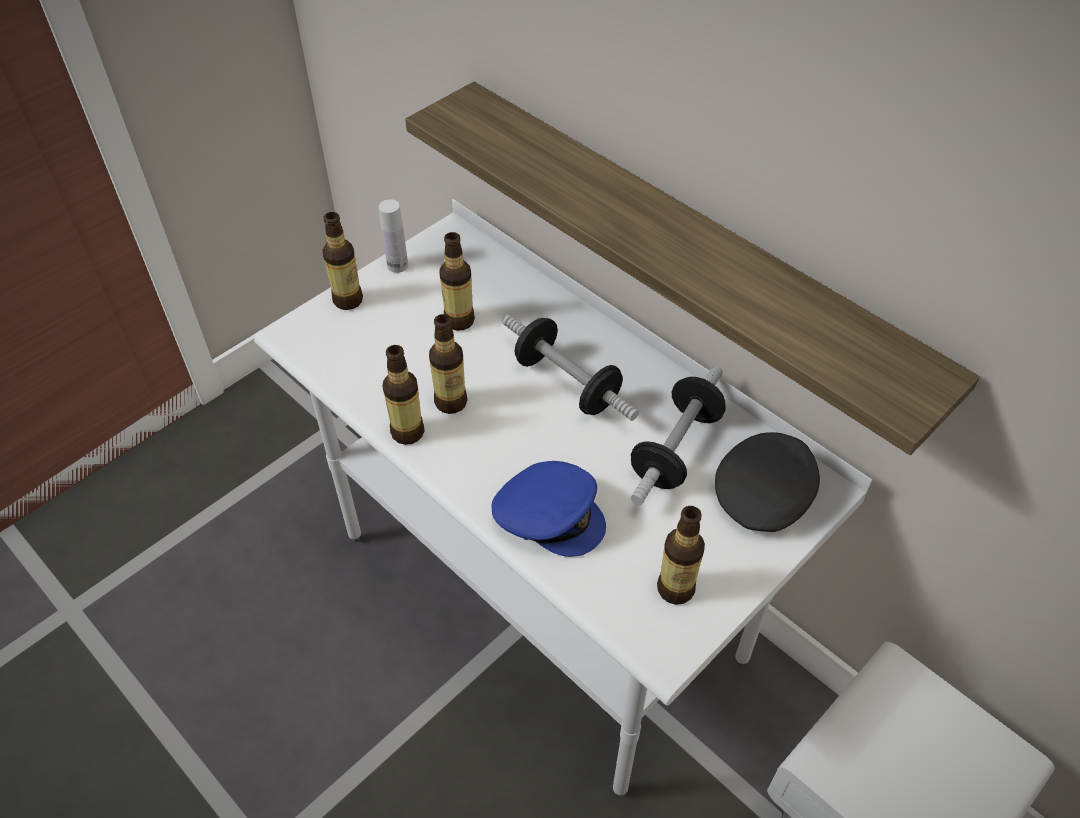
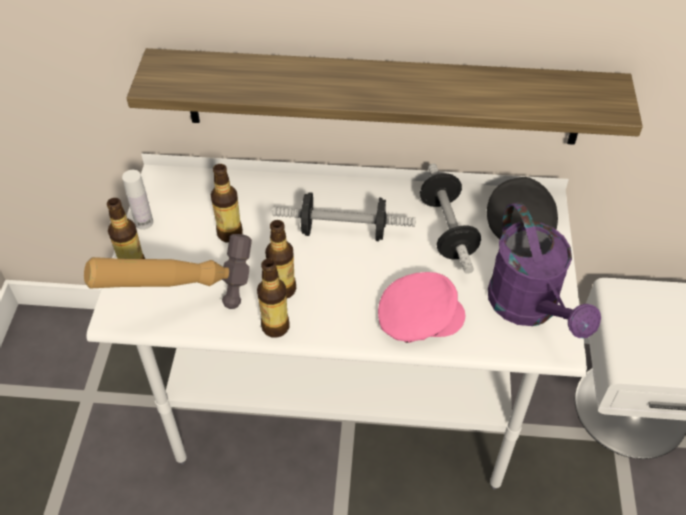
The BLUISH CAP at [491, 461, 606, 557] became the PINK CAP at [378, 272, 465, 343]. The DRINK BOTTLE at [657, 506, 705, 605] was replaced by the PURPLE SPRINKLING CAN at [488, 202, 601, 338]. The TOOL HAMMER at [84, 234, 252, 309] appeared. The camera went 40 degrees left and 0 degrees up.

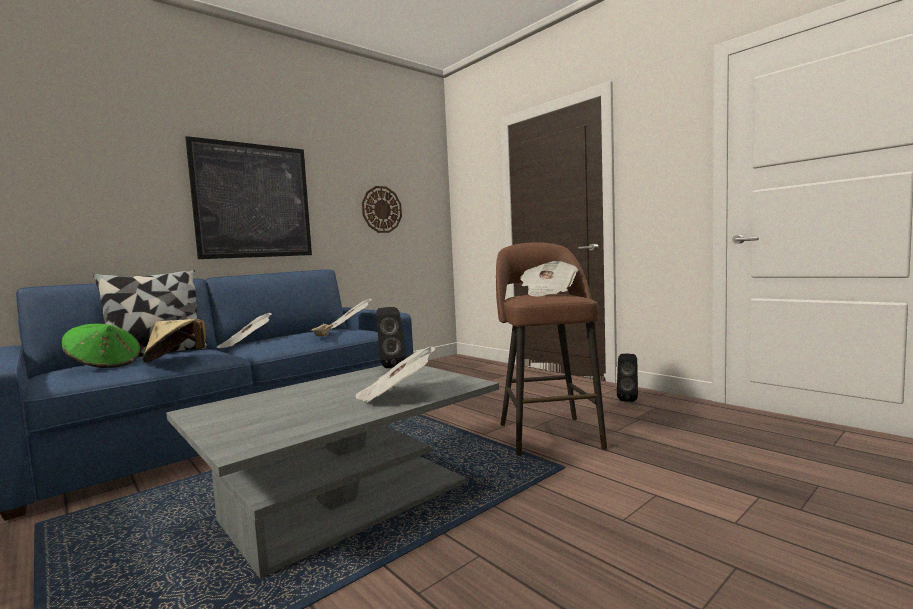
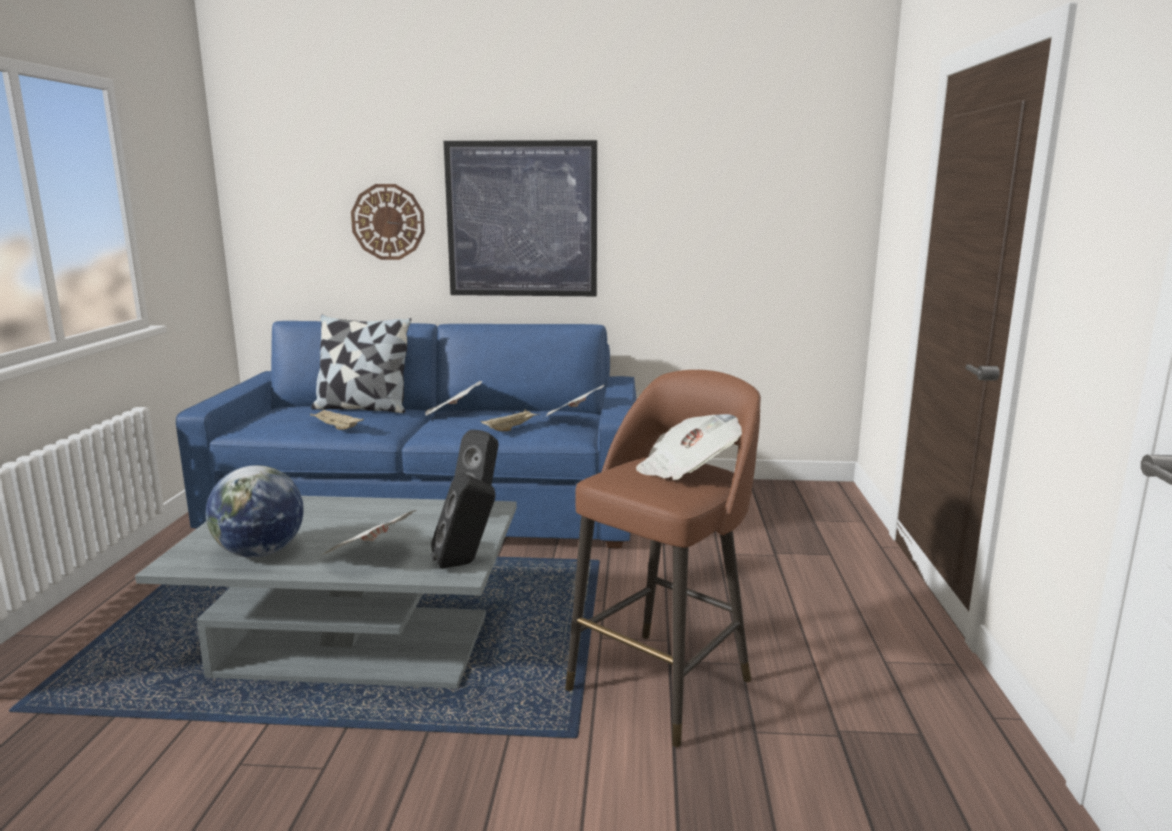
The CLOCK ON THE WALL moved from [362, 186, 402, 233] to [351, 184, 425, 260]. The SAND-COLOURED WEARABLE HAT at [142, 319, 206, 363] was replaced by the SAND-COLOURED TRAY at [310, 409, 364, 430]. The GREEN WEARABLE HAT at [62, 324, 140, 368] disappeared. The BLACK-COLOURED AUDIO SPEAKER moved from [617, 354, 638, 402] to [431, 472, 495, 569]. The DESK GLOBE at [206, 465, 304, 558] appeared. The camera went 45 degrees right and 10 degrees up.

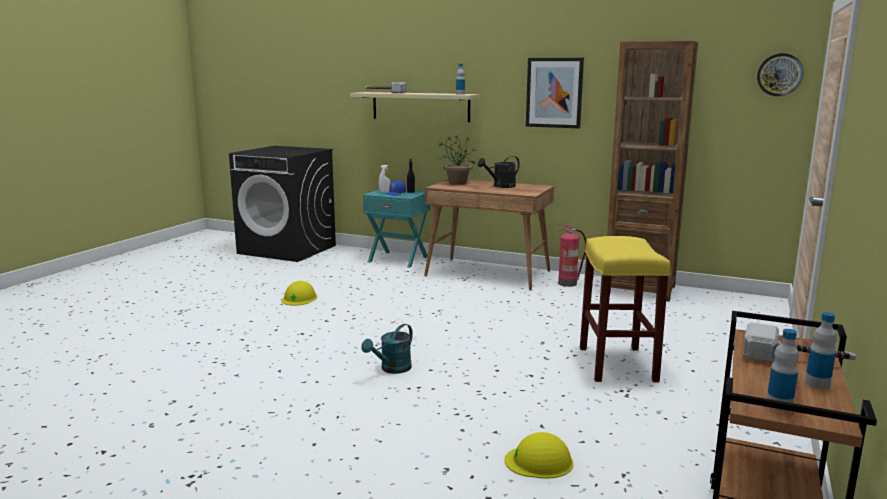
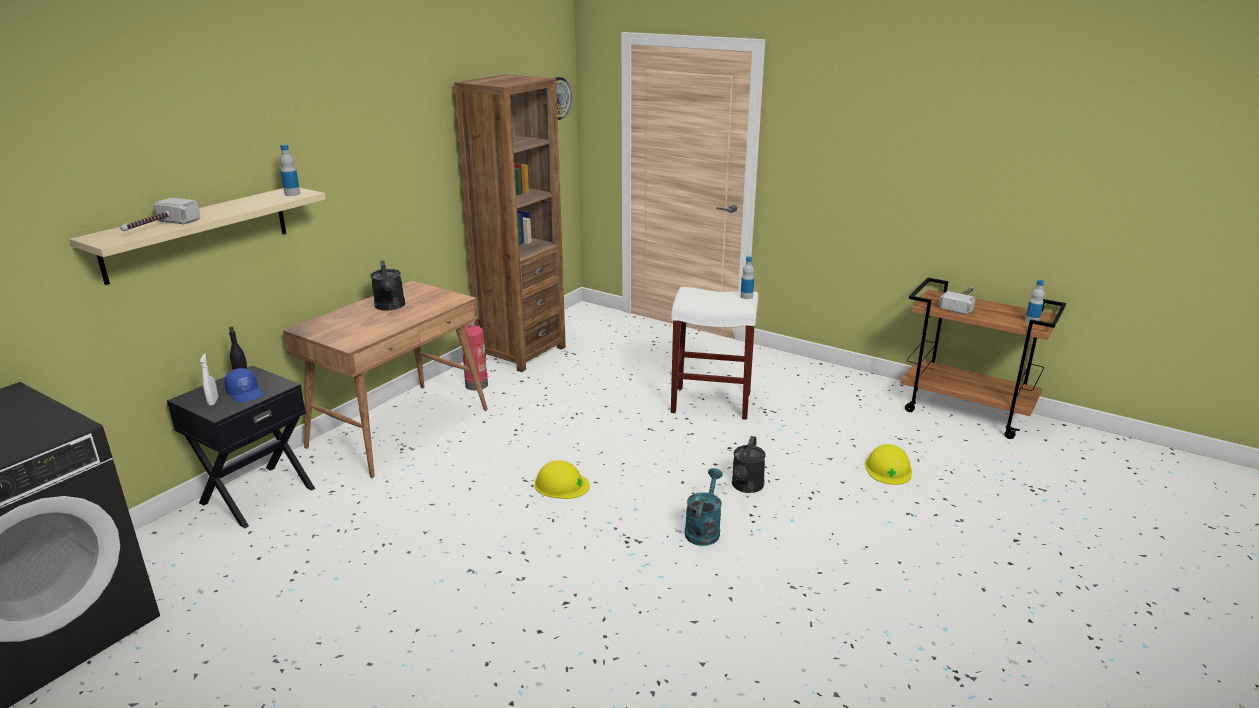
The WALL PICTURE at [526, 58, 584, 129] disappeared. The POTTED PLANT at [439, 136, 477, 185] disappeared. The TURQUOISE NIGHT TABLE at [363, 190, 431, 268] became the BLACK-COLOURED NIGHT TABLE at [167, 366, 315, 528]. The YELLOW STOOL SEAT at [580, 236, 670, 382] became the WHITISH STOOL SEAT at [671, 287, 758, 420]. The YELLOW HARD HAT moved from [281, 281, 317, 306] to [534, 460, 590, 499]. The DRINK BOTTLE moved from [805, 312, 837, 389] to [740, 256, 754, 299]. The TURQUOISE SPRINKLING CAN at [362, 324, 413, 374] turned 120 degrees counterclockwise. The BLACK-COLOURED SPRINKLING CAN at [732, 436, 766, 493] appeared. The camera went 80 degrees left and 10 degrees up.

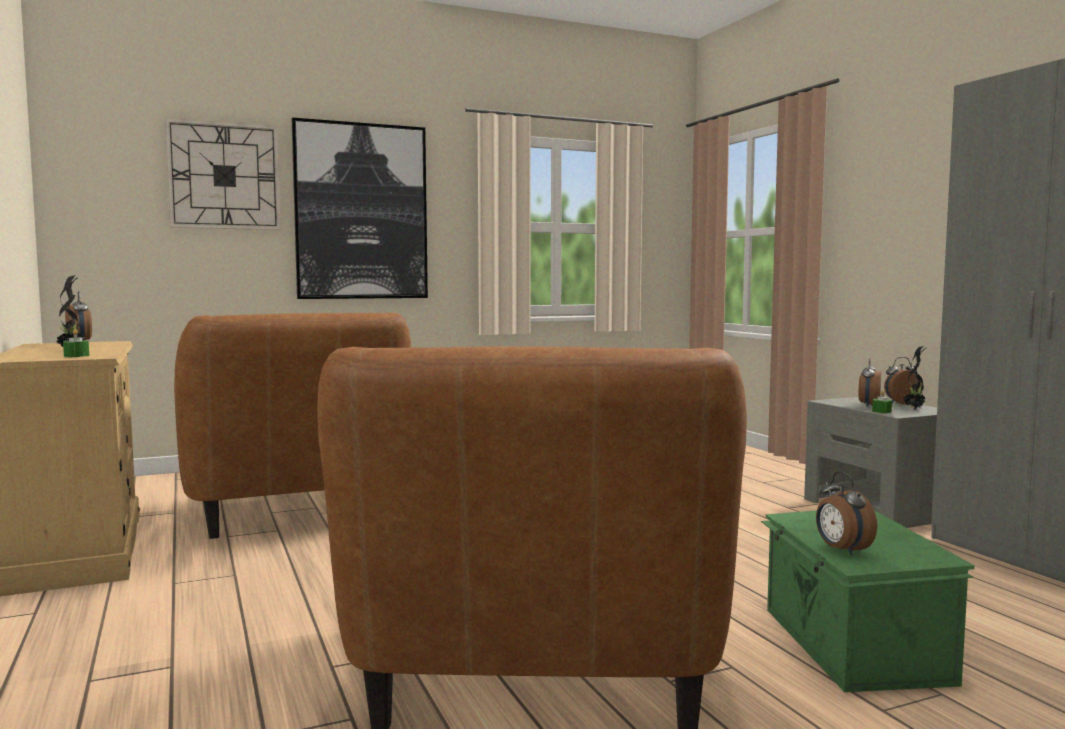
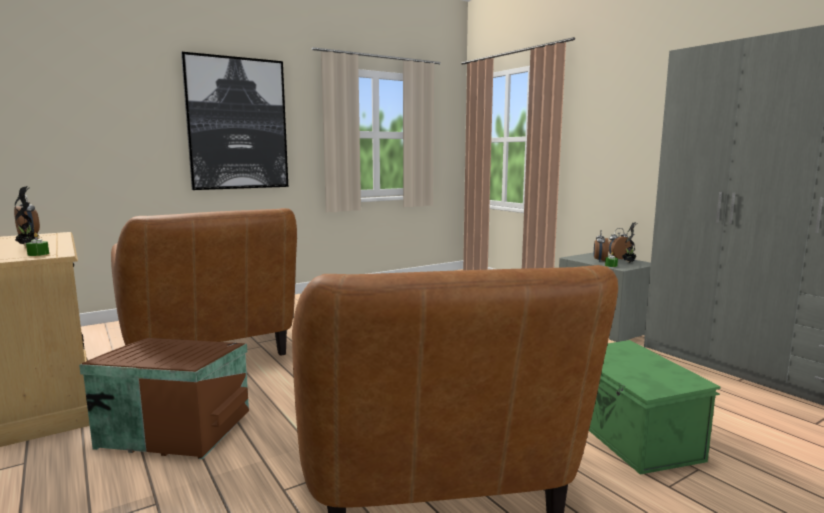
The CLOCK ON THE WALL at [165, 118, 281, 230] disappeared. The TABLE CLOCK at [816, 471, 877, 556] disappeared. The BROWNISH STORAGE BOX at [79, 338, 249, 459] appeared. The camera went 10 degrees left and 5 degrees up.

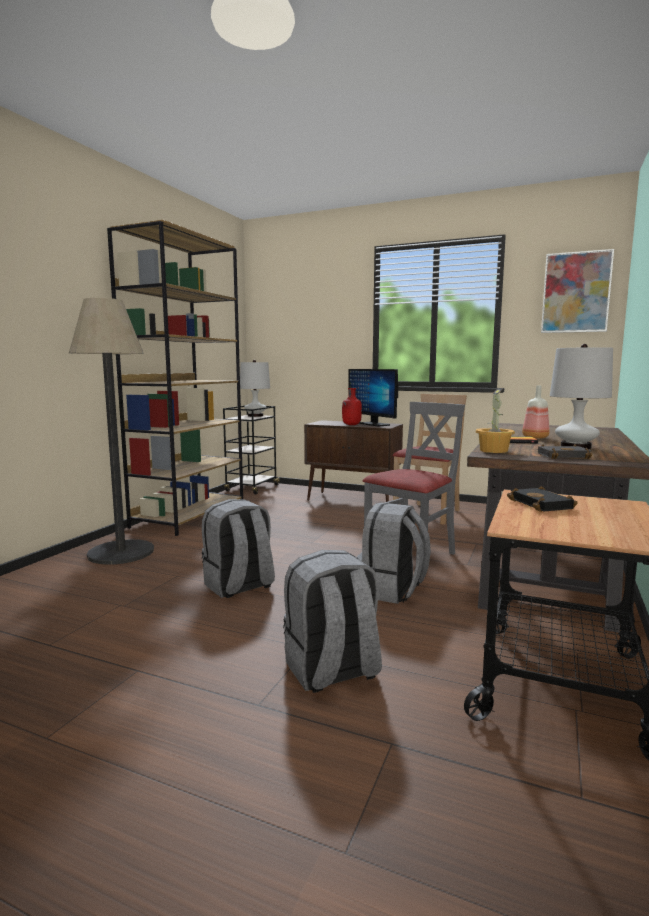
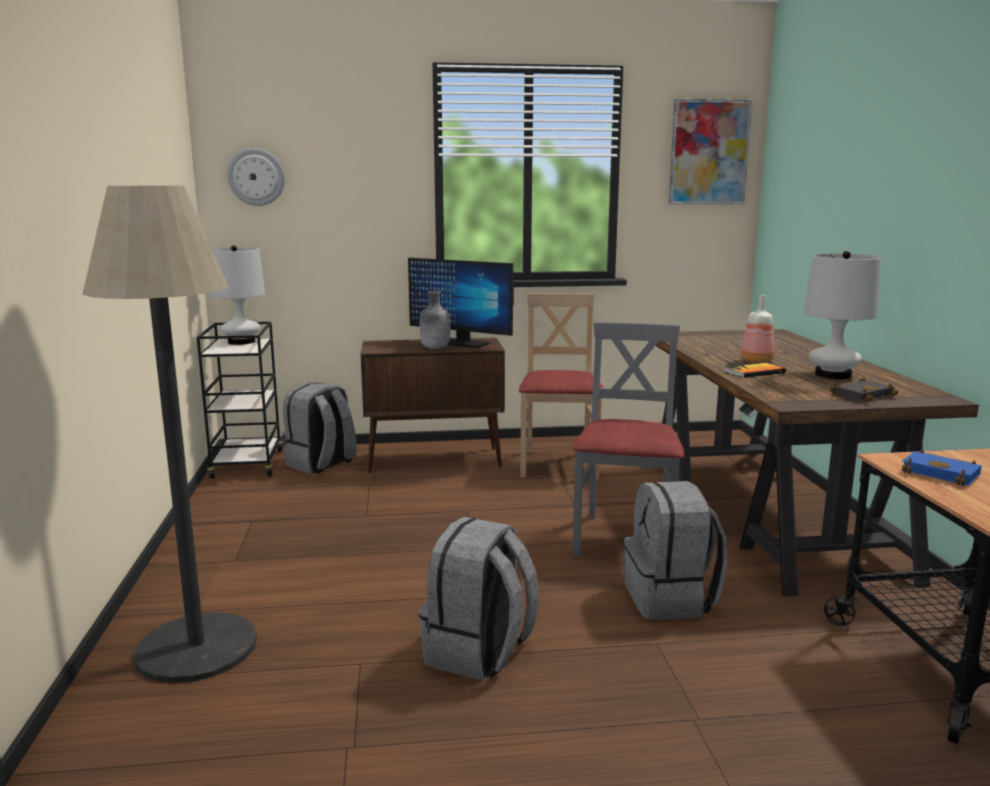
The BROWNISH BOOKCASE at [107, 220, 243, 536] disappeared. The RED-COLOURED DRINK BOTTLE at [342, 388, 362, 425] became the GRAY DRINK BOTTLE at [420, 291, 450, 349]. The POTTED PLANT at [476, 389, 515, 453] disappeared. The BLACK-COLOURED BOUND BOOK at [507, 486, 578, 512] became the BLUISH BOUND BOOK at [901, 449, 982, 486]. The GRAY RUCKSACK moved from [283, 550, 382, 693] to [282, 382, 357, 474]. The CLOCK ON THE WALL at [227, 148, 285, 206] appeared. The camera went 30 degrees left and 5 degrees up.

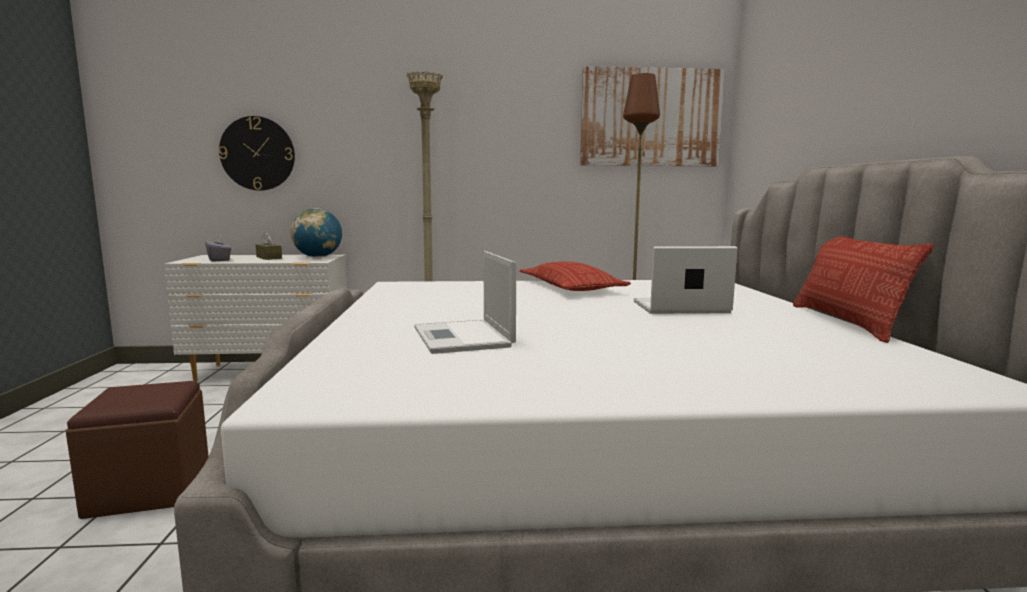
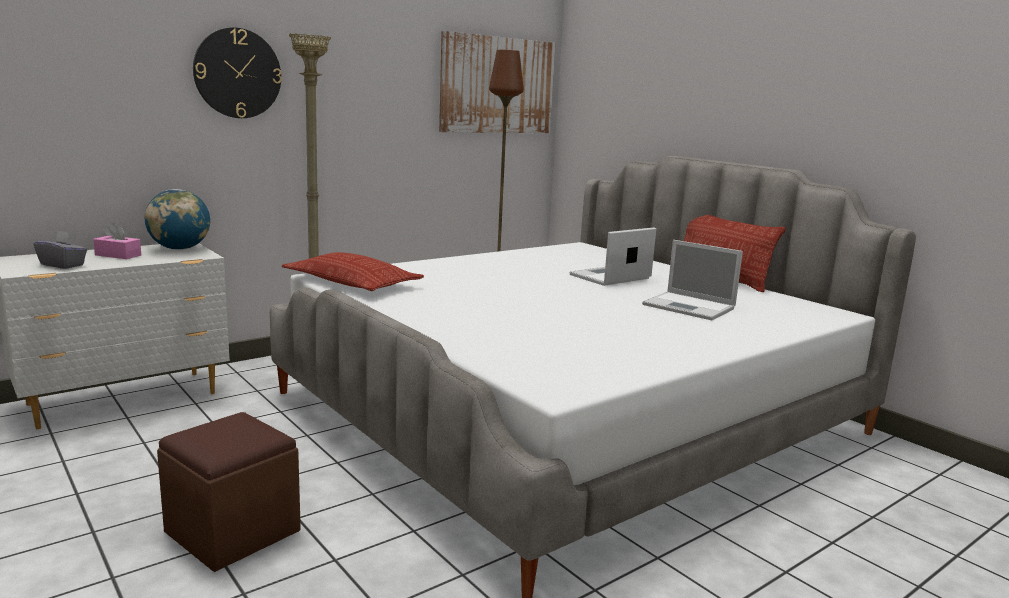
The CLOCK ON THE WALL moved from [218, 116, 295, 191] to [193, 27, 282, 118]. The BROWNISH BOX OF TISSUES at [256, 232, 282, 260] became the PINK BOX OF TISSUES at [93, 223, 141, 259]. The NOTEBOOK COMPUTER moved from [414, 251, 516, 354] to [642, 240, 743, 320]. The PILLOW moved from [520, 261, 631, 291] to [282, 252, 424, 291]. The camera went 35 degrees left and 5 degrees up.

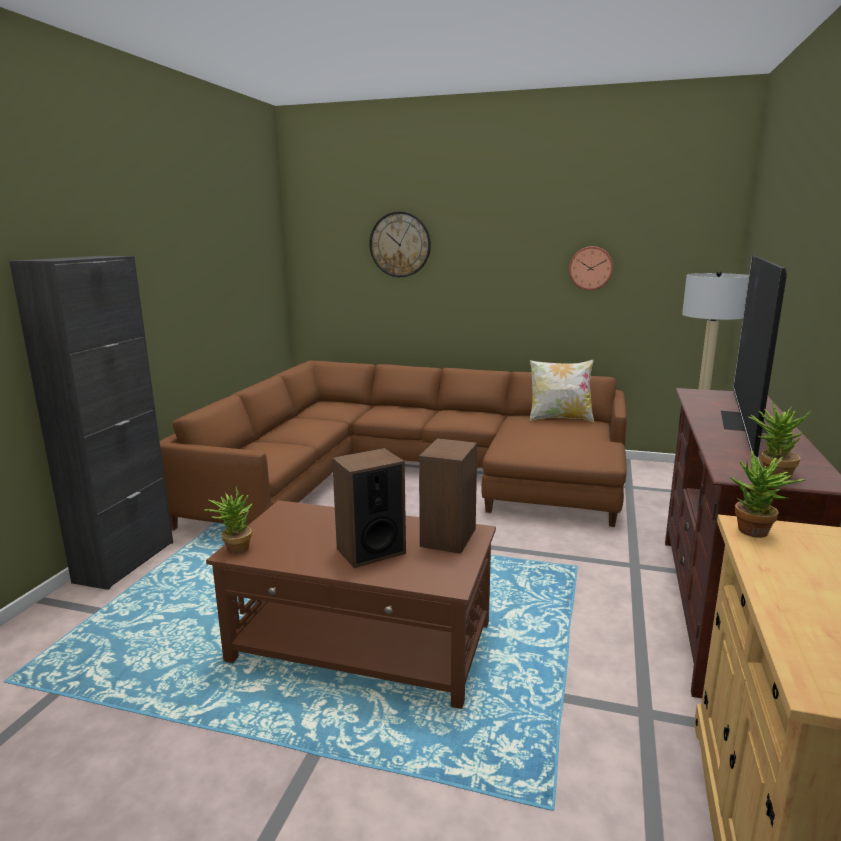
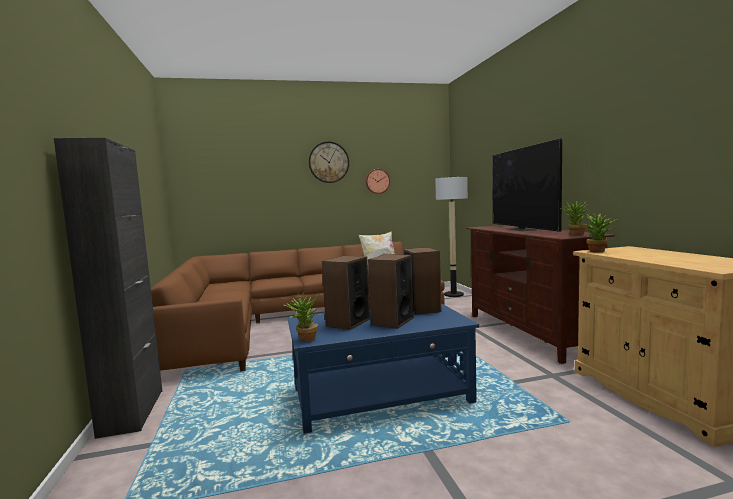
The CLOCK ON THE WALL moved from [369, 211, 431, 277] to [309, 141, 349, 183]. The BROWNISH COFFEE TABLE at [206, 500, 496, 709] became the BLUISH COFFEE TABLE at [288, 303, 479, 434]. The AUDIO SPEAKER at [322, 256, 370, 330] appeared. The camera went 30 degrees left and 10 degrees down.

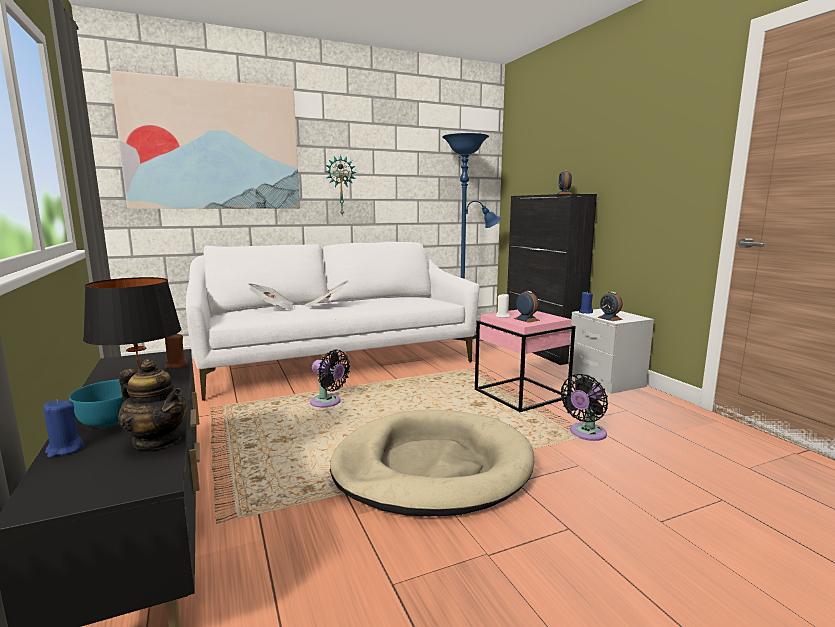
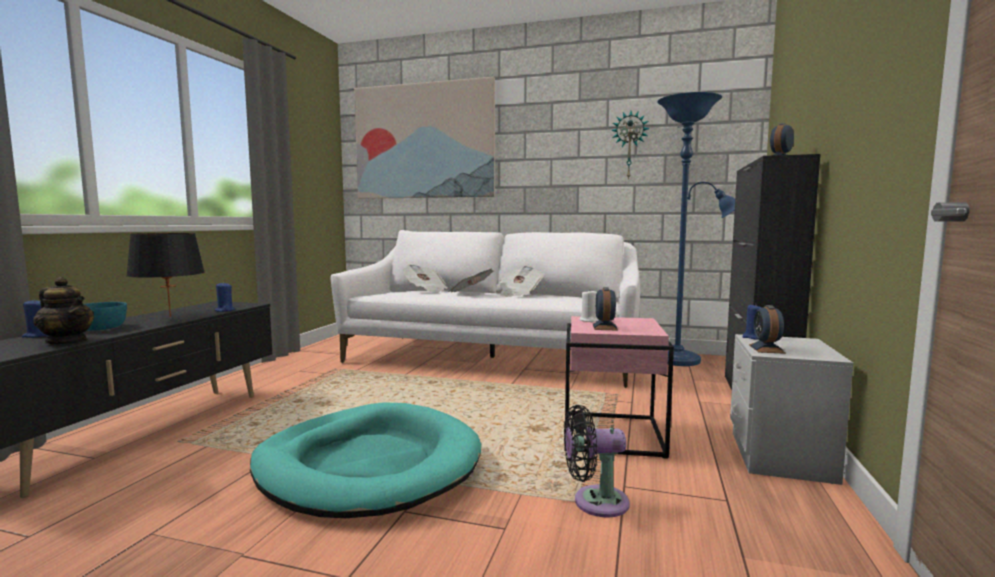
The CLOCK ON THE WALL moved from [325, 155, 357, 215] to [611, 111, 650, 180]. The BROWNISH WAX LIGHT at [165, 334, 188, 369] became the BLUISH WAX LIGHT at [214, 282, 235, 312]. The BLACK-COLOURED ELECTRIC FAN at [310, 349, 350, 407] disappeared. The TEAPOT at [118, 359, 187, 450] turned 45 degrees counterclockwise. The SAND-COLOURED DOG CUSHION at [330, 410, 534, 516] became the TURQUOISE DOG CUSHION at [250, 402, 481, 518]. The NEWSPAPER at [499, 266, 544, 297] appeared. The camera went 40 degrees right and 5 degrees down.

